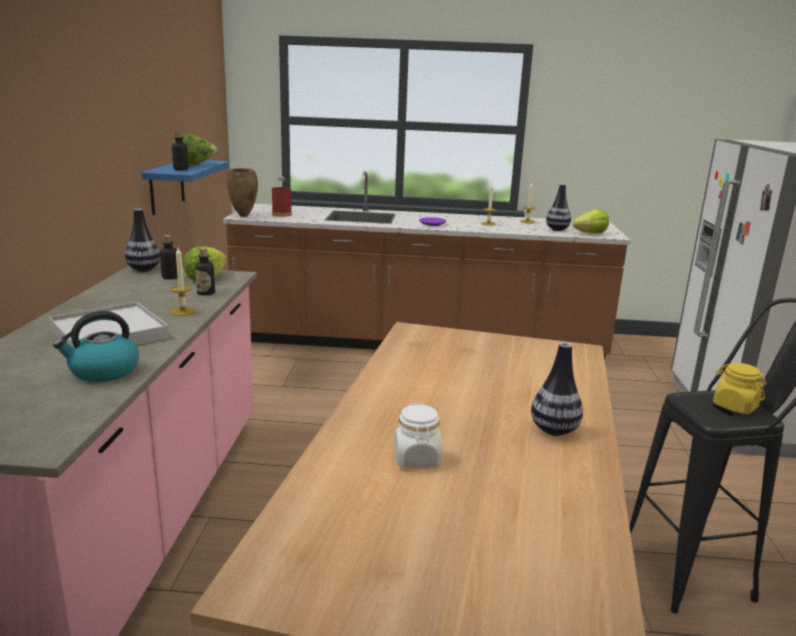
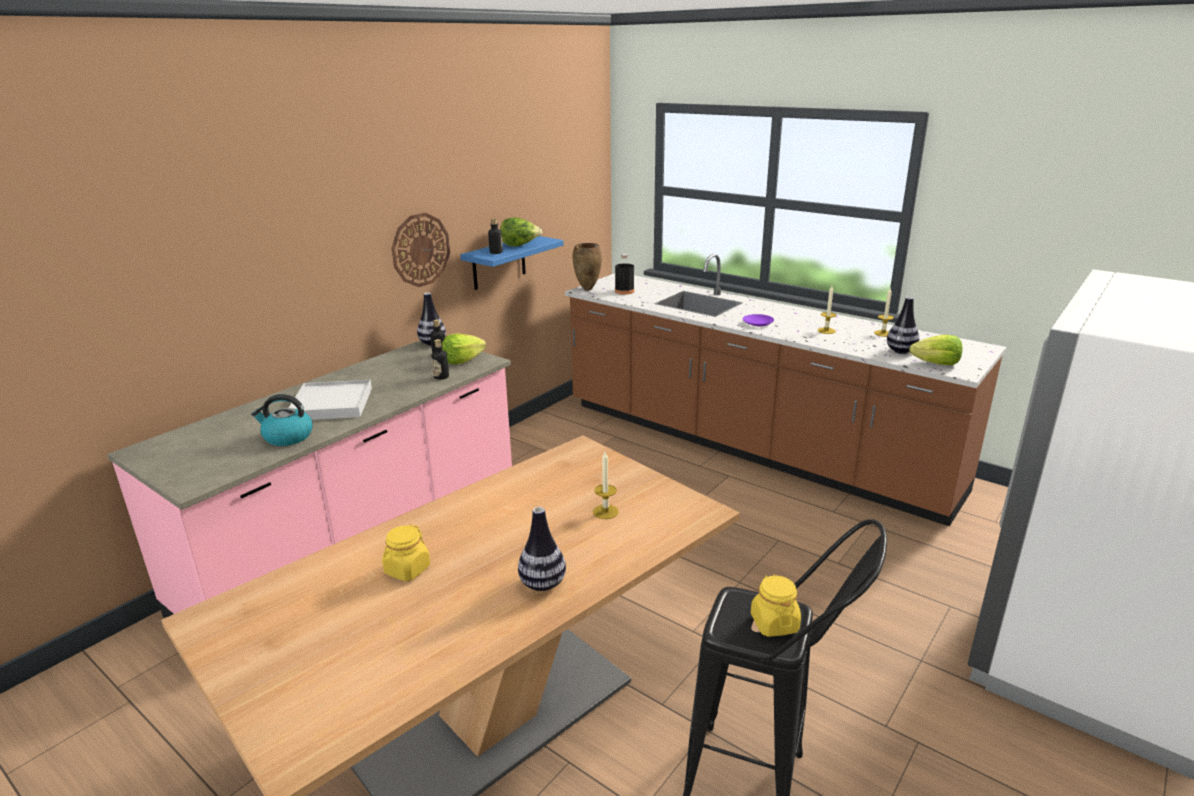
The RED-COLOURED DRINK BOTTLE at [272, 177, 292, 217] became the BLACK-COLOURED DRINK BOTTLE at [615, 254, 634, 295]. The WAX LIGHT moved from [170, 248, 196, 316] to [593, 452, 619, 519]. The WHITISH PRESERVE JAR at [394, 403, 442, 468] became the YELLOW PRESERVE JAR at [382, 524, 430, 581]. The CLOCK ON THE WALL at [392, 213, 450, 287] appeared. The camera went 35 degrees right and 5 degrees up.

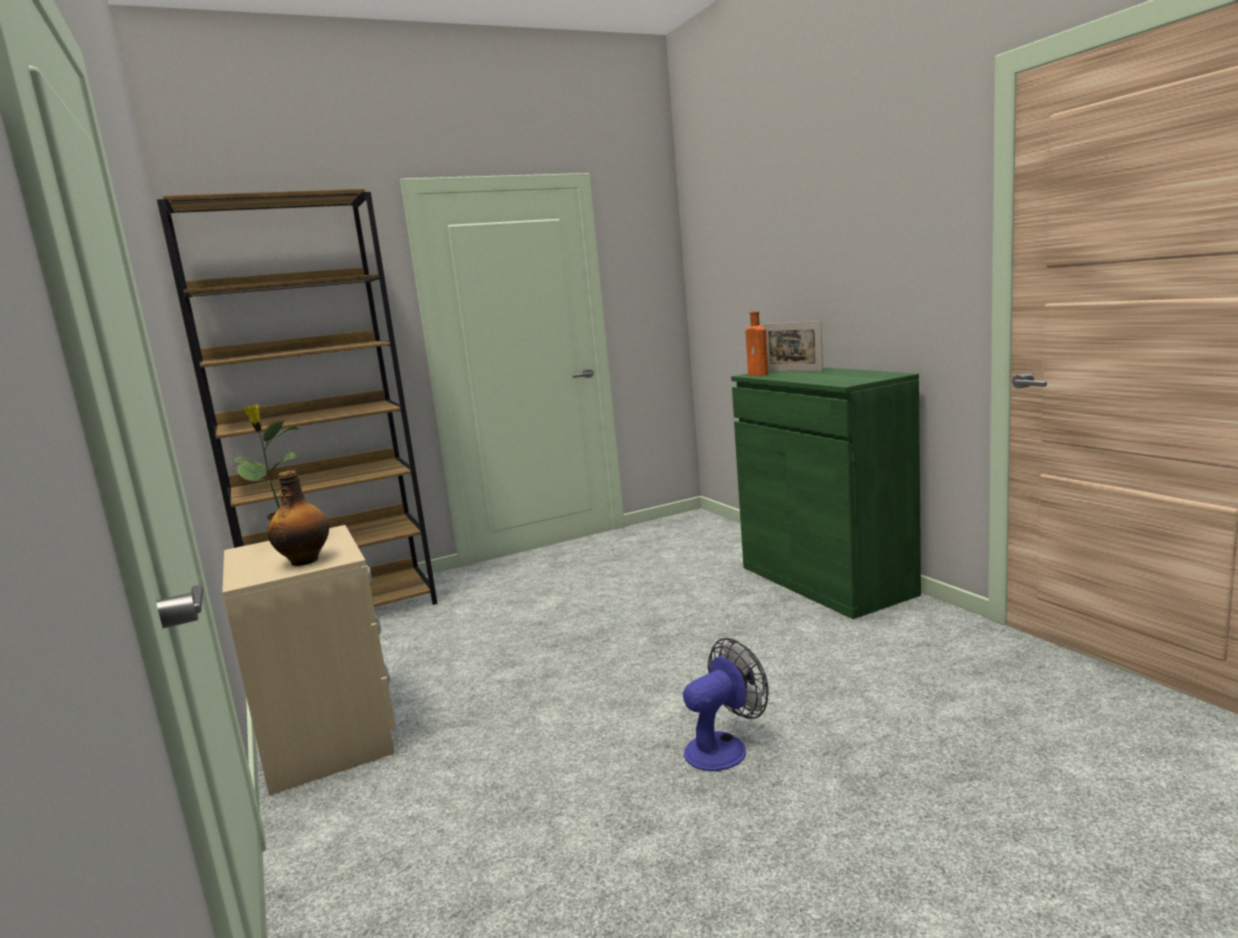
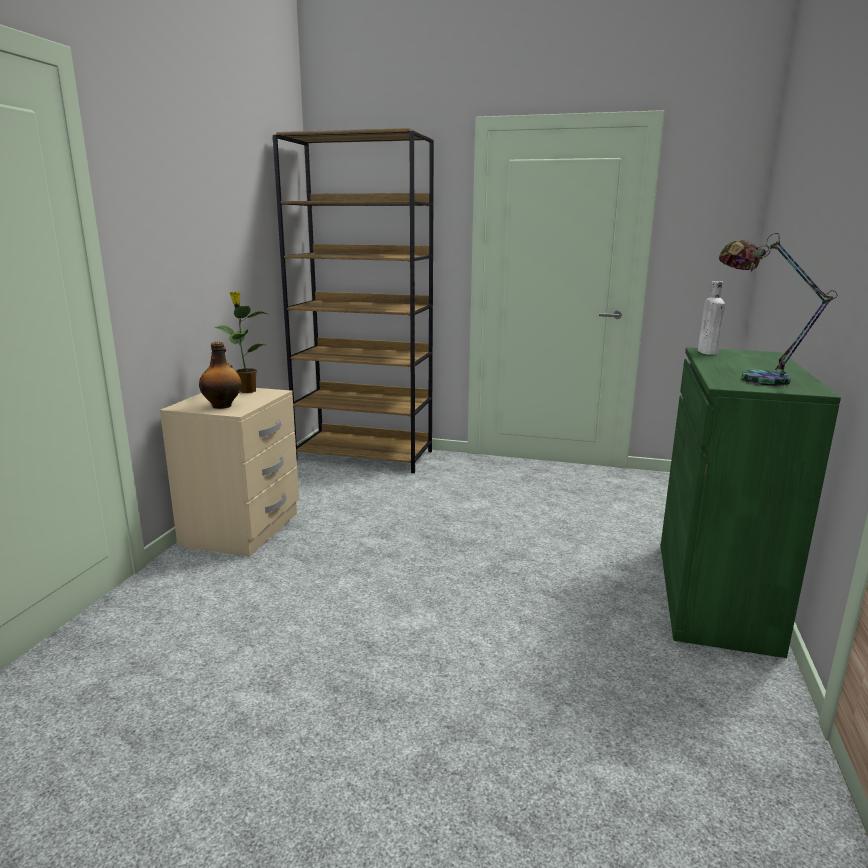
The ORANGE DRINK BOTTLE at [746, 311, 768, 376] became the WHITISH DRINK BOTTLE at [698, 281, 725, 355]. The PICTURE FRAME at [761, 321, 823, 371] disappeared. The ELECTRIC FAN at [683, 638, 769, 771] disappeared. The TABLE LAMP at [719, 233, 837, 386] appeared. The camera went 40 degrees right and 5 degrees up.

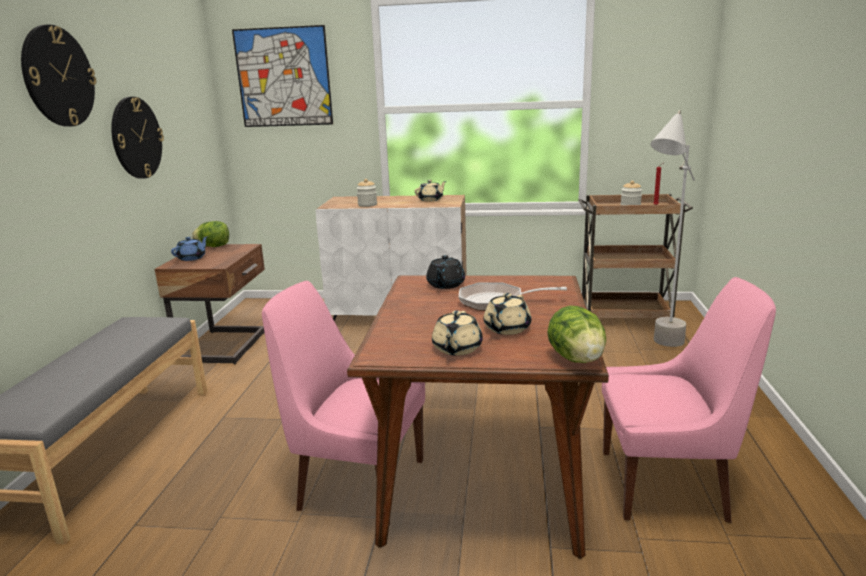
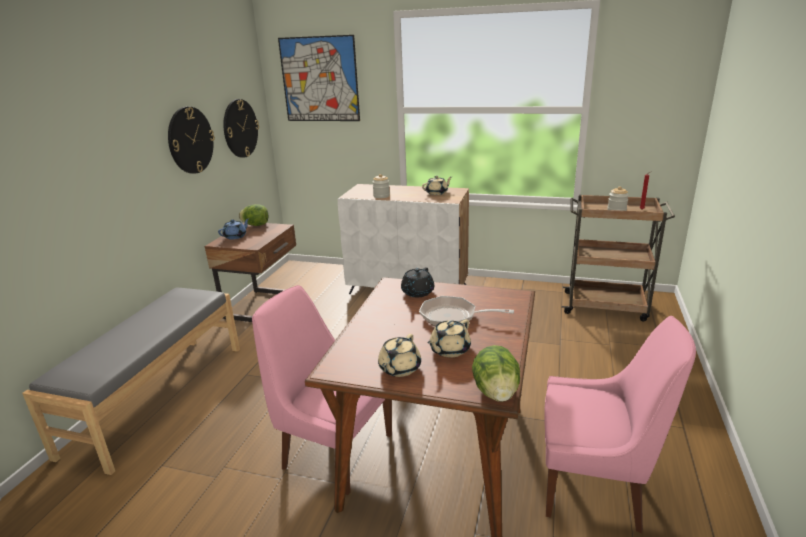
The CLOCK ON THE WALL moved from [21, 25, 96, 127] to [223, 99, 259, 158]. The GRAY STANDARD LAMP at [651, 110, 695, 347] disappeared. The camera went 10 degrees right and 5 degrees up.

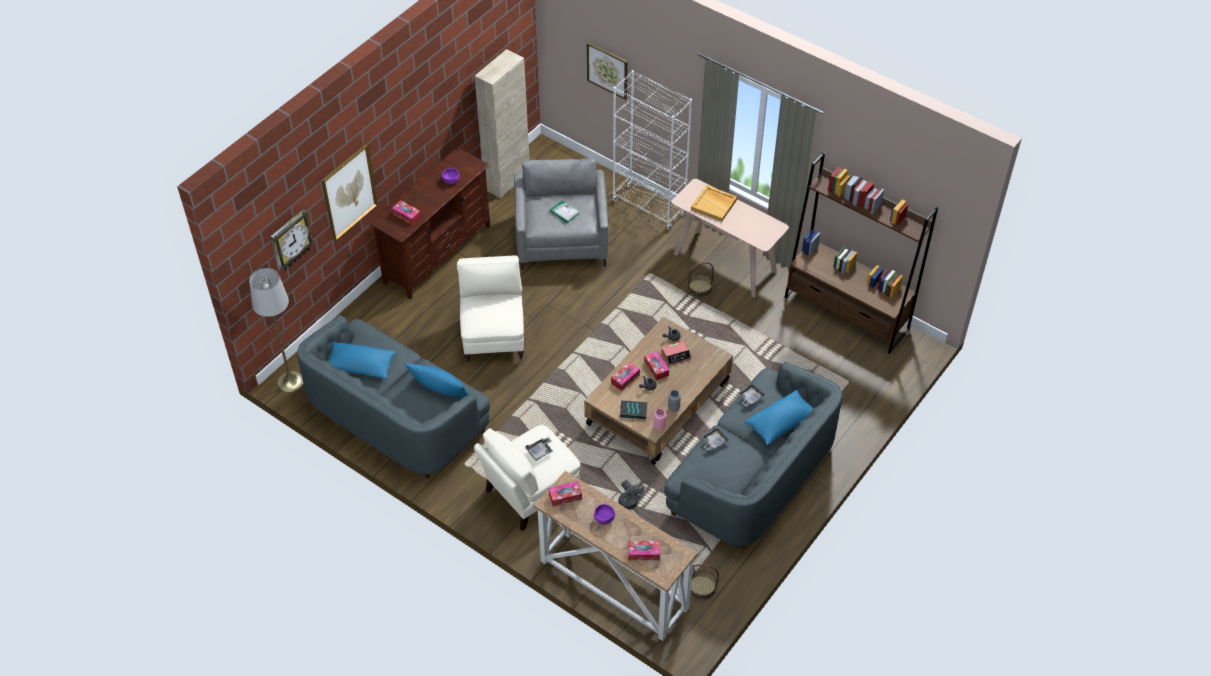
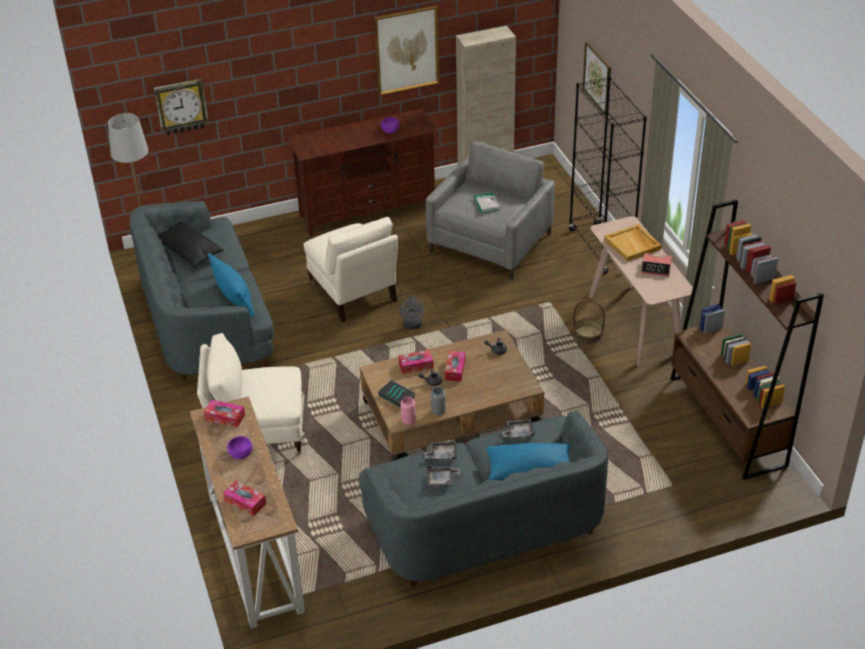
The WHITISH BOOKCASE at [612, 70, 692, 230] became the BLACK-COLOURED BOOKCASE at [568, 76, 647, 274]. The WALL PICTURE moved from [321, 144, 378, 241] to [374, 6, 439, 96]. The BOX OF TISSUES at [392, 200, 421, 225] disappeared. The SAND-COLOURED ARMCHAIR at [457, 255, 524, 363] turned 120 degrees clockwise. The TABLE CLOCK moved from [661, 341, 691, 366] to [641, 253, 672, 276]. The BLUISH PILLOW at [328, 342, 396, 379] became the BLACK-COLOURED PILLOW at [158, 221, 224, 267]. The GRAY TRAY moved from [525, 437, 553, 461] to [427, 466, 460, 486]. The GRAY ELECTRIC FAN moved from [619, 480, 645, 510] to [398, 296, 425, 329]. The BASKET at [691, 564, 719, 601] disappeared. The camera went 35 degrees right and 10 degrees down.

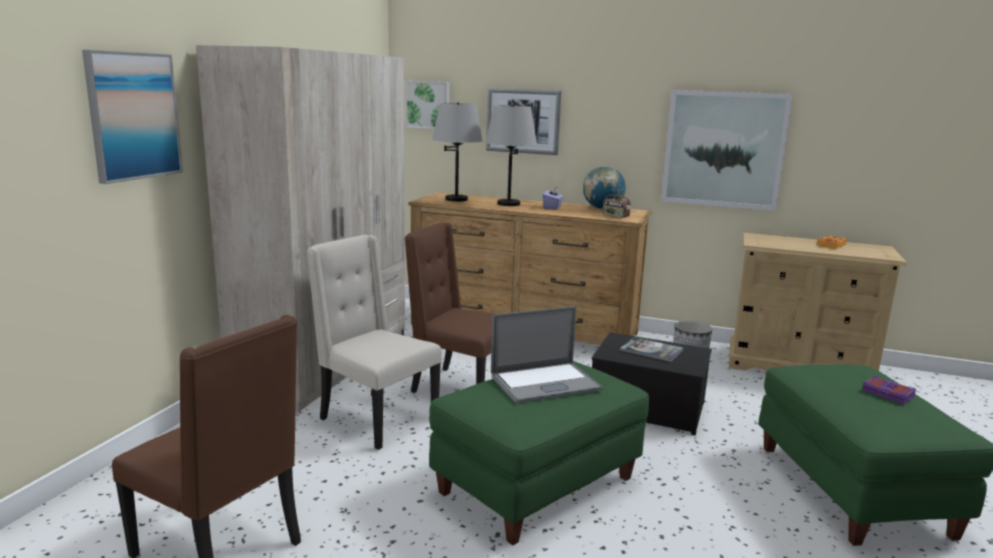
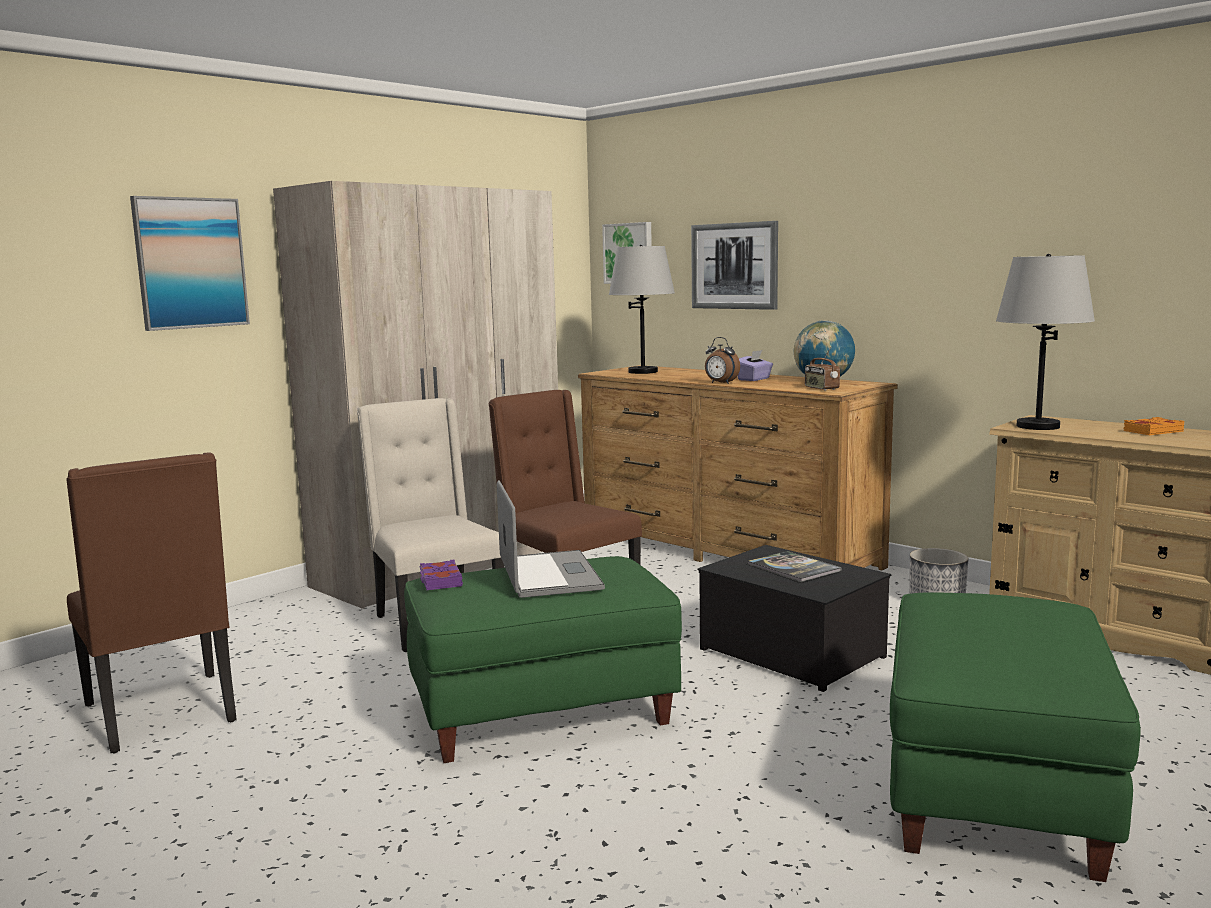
The WALL PICTURE at [661, 90, 793, 211] disappeared. The GRAY TABLE LAMP moved from [485, 105, 537, 206] to [996, 254, 1095, 430]. The NOTEBOOK COMPUTER at [491, 306, 603, 403] turned 105 degrees counterclockwise. The PURPLE BOUND BOOK moved from [862, 375, 916, 404] to [420, 560, 463, 590]. The TABLE CLOCK at [705, 337, 740, 384] appeared. The camera went 25 degrees right and 5 degrees down.

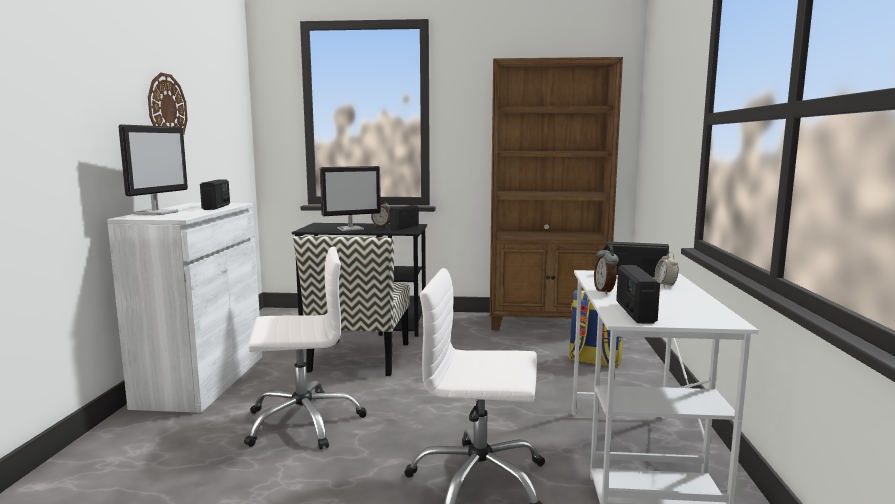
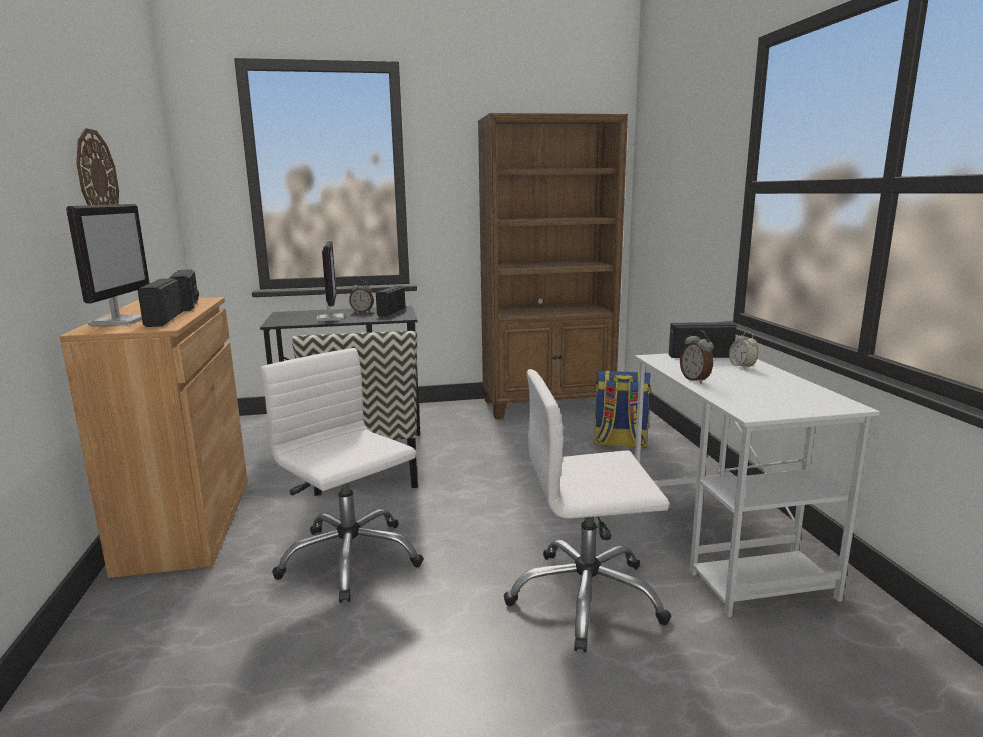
The COMPUTER DISPLAY at [320, 166, 381, 231] turned 60 degrees counterclockwise. The WHITISH STORAGE CABINET at [107, 203, 262, 413] became the BROWNISH STORAGE CABINET at [60, 297, 248, 578]. The WHITISH DESK CHAIR at [244, 247, 367, 450] turned 105 degrees counterclockwise. The RADIO SET moved from [616, 265, 660, 324] to [137, 278, 183, 327]. The camera went 15 degrees left and 5 degrees up.

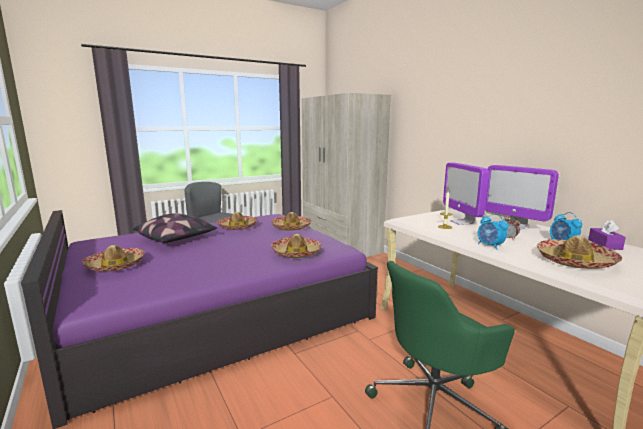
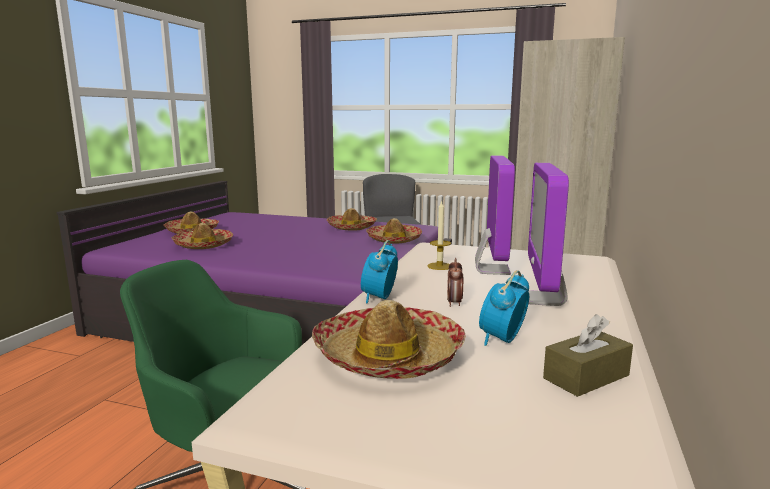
The COMPUTER DISPLAY at [443, 163, 489, 225] turned 150 degrees clockwise. The PILLOW at [133, 213, 217, 243] disappeared. The PURPLE BOX OF TISSUES at [588, 220, 626, 250] became the BROWNISH BOX OF TISSUES at [543, 314, 633, 397]. The WEARABLE HAT moved from [271, 234, 322, 258] to [172, 223, 233, 249]. The camera went 50 degrees right and 0 degrees up.

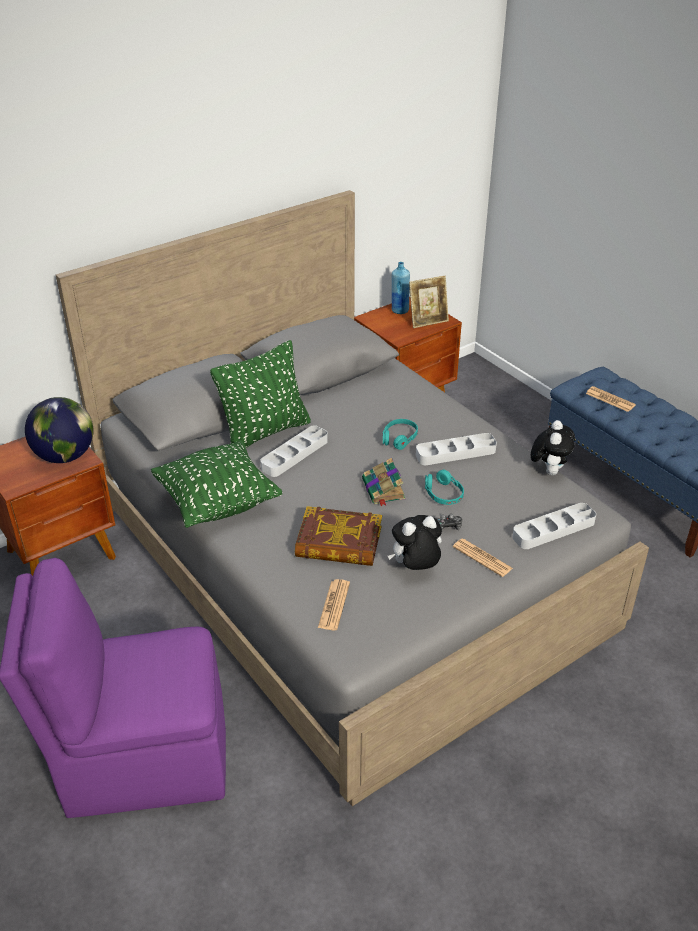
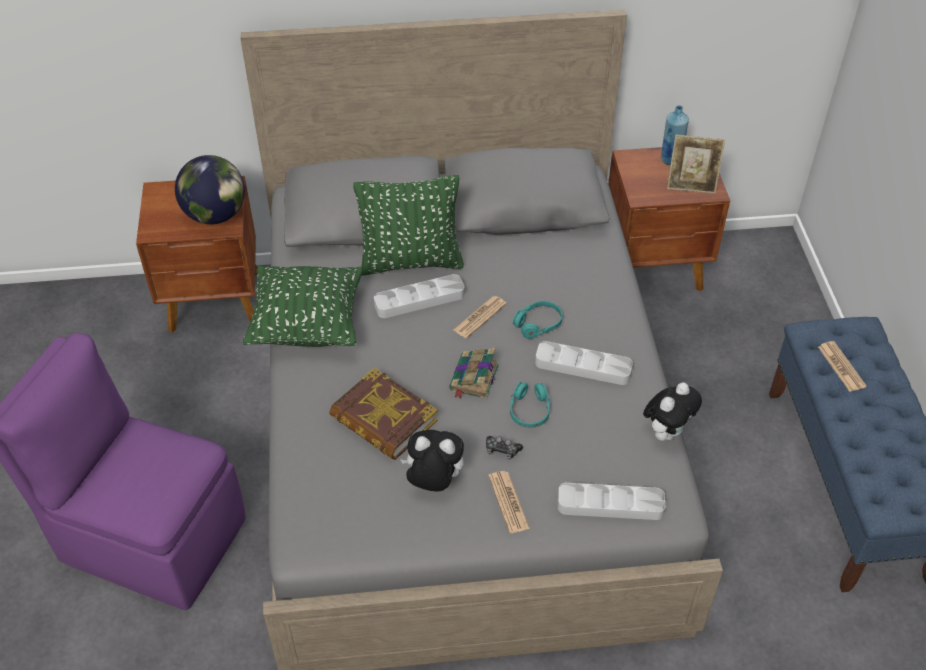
The NEWSPAPER moved from [318, 579, 350, 630] to [453, 296, 507, 338]. The camera went 30 degrees right and 10 degrees up.

